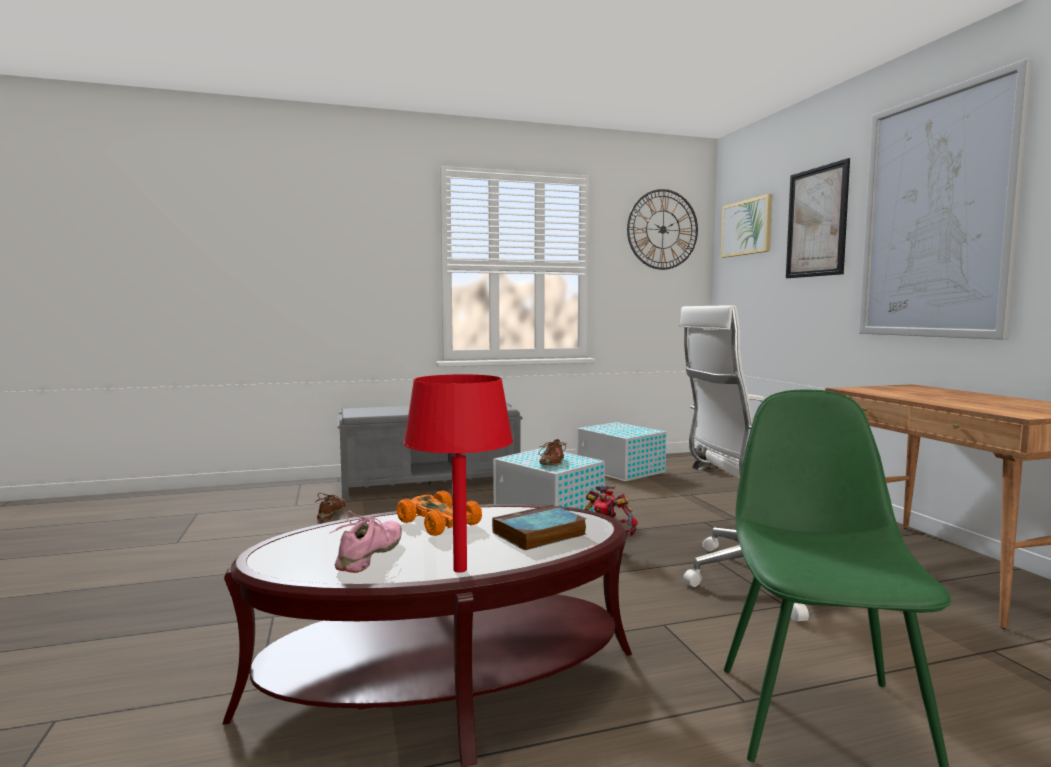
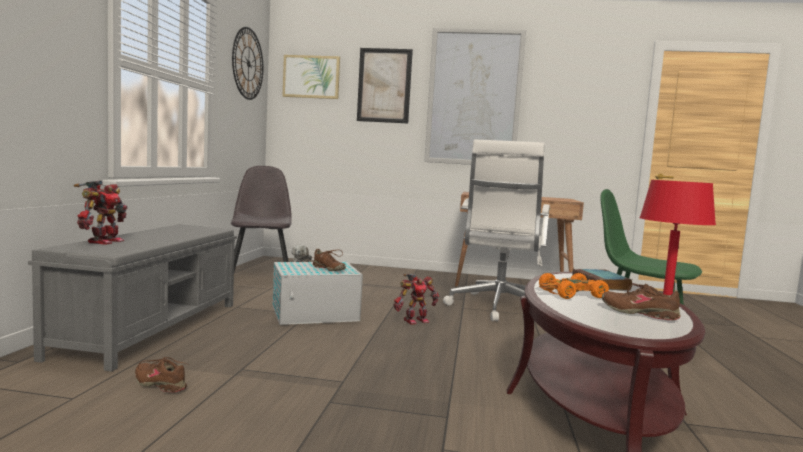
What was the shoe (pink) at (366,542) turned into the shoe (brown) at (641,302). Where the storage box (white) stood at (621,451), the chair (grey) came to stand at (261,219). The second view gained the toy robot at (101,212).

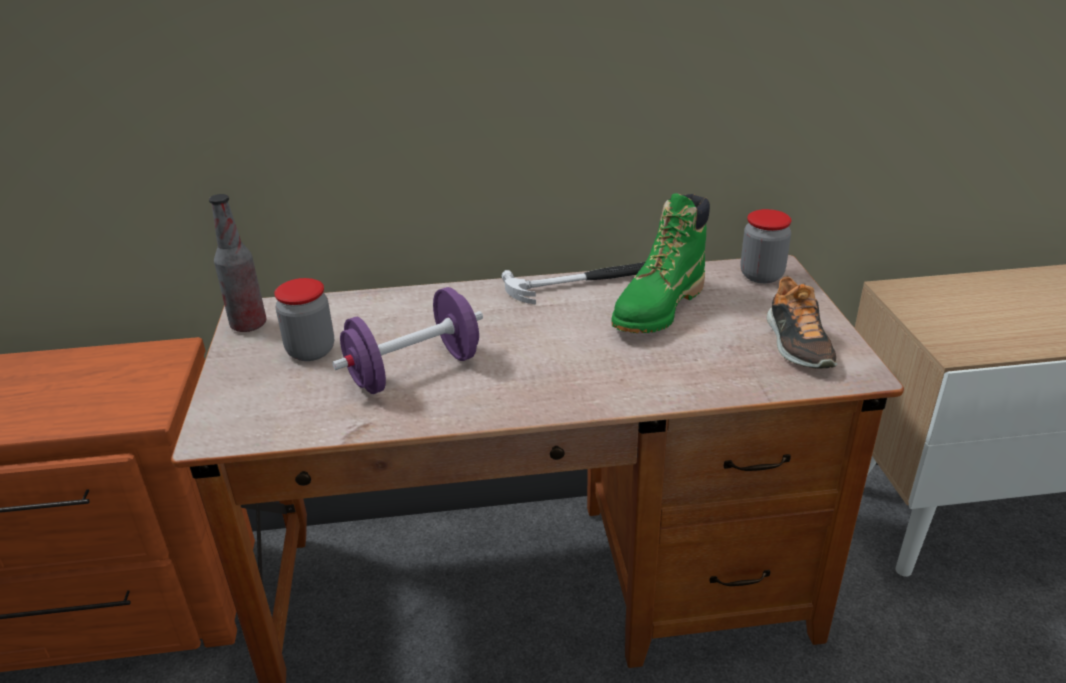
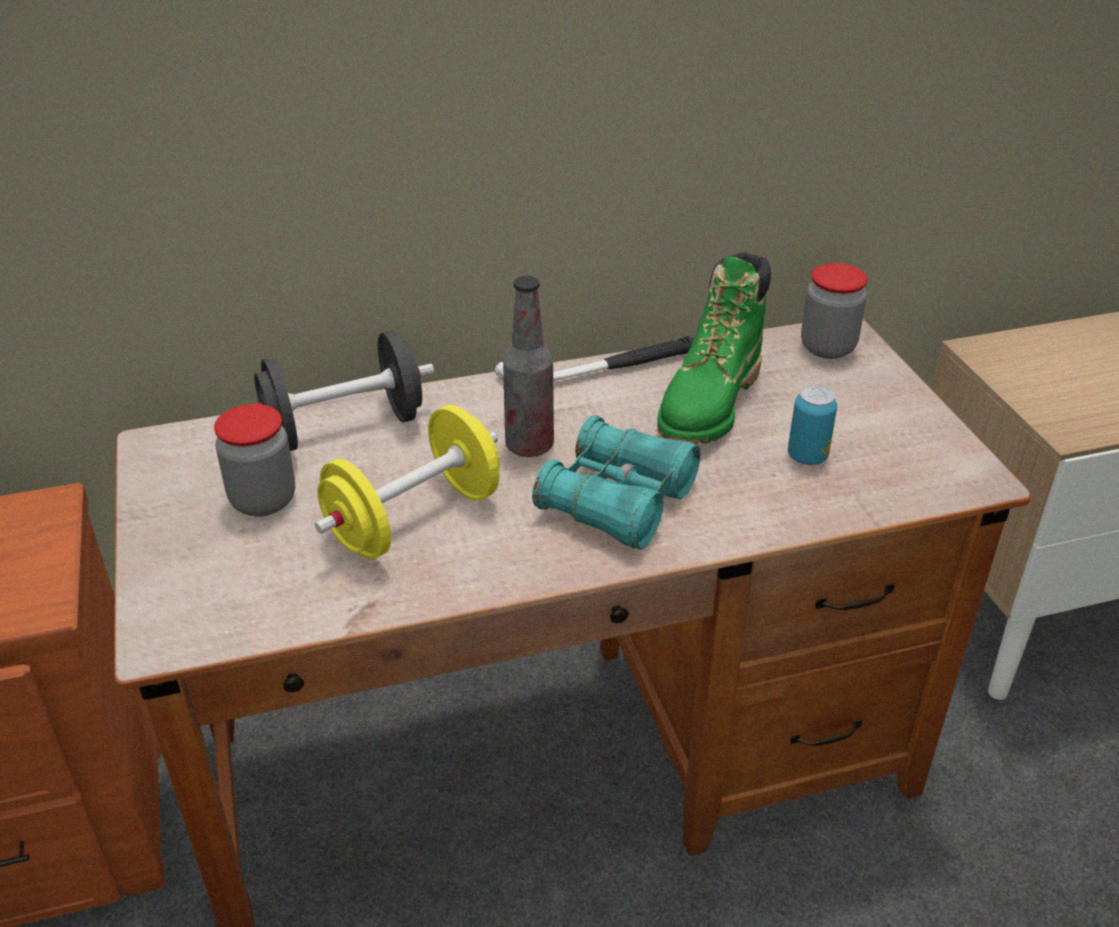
The bottle ended up elsewhere, having gone from (237,263) to (528,366). What was the dumbbell (purple) at (407,340) turned into the dumbbell (yellow) at (407,482). The second view lost the shoe at (802,322). The second view gained the dumbbell (black) at (344,391). The second view gained the binoculars (turquoise) at (616,482). The second view gained the can at (812,425).

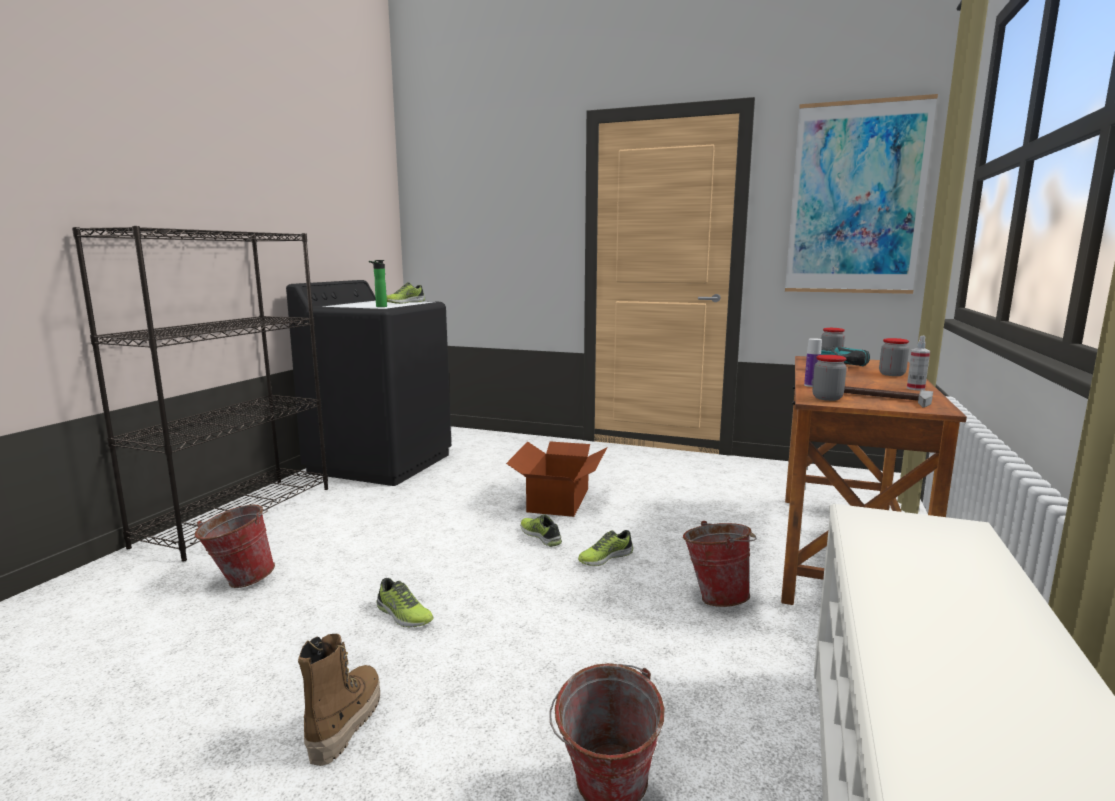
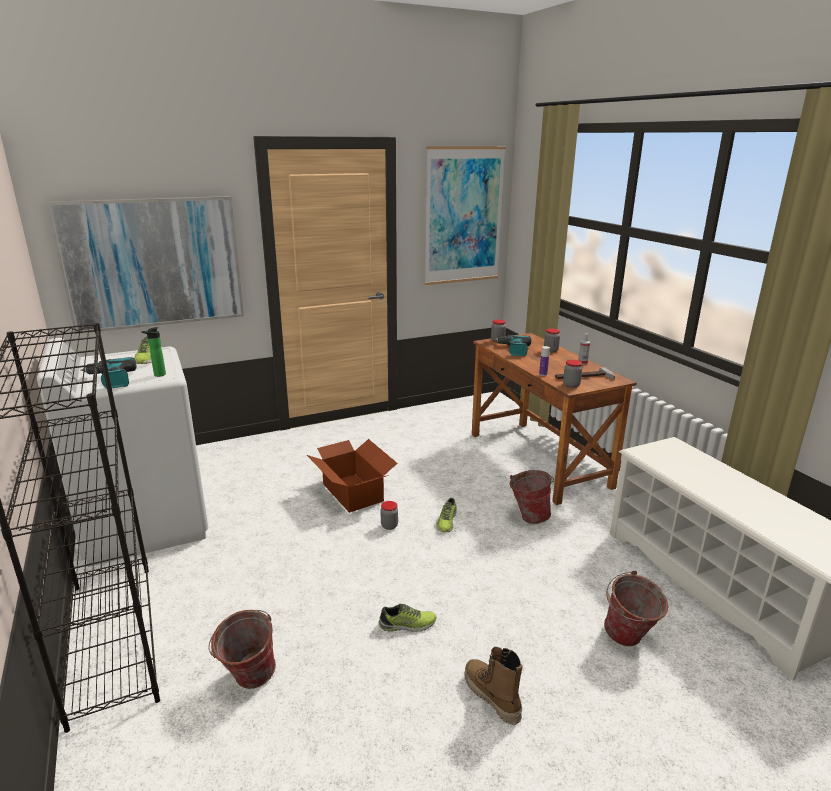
What was the washing machine (black) at (368,383) turned into the washing machine (white) at (122,452). Where the shoe stood at (541,530), the jar came to stand at (389,515). The second view gained the picture at (145,265). The second view gained the power drill at (108,373).

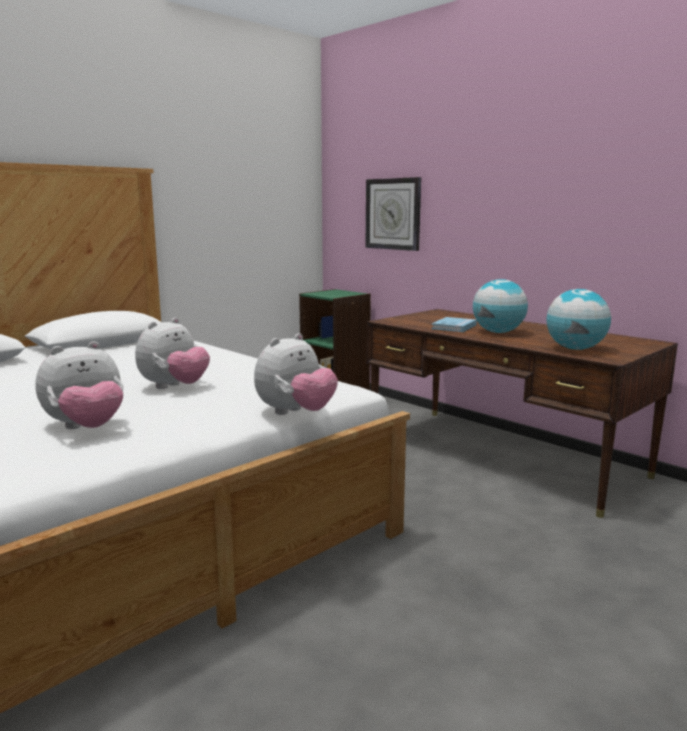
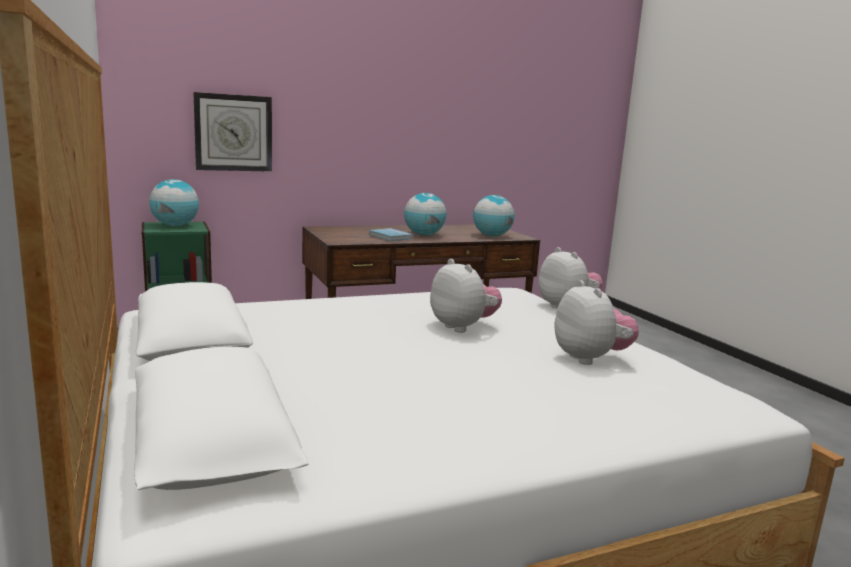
The second view gained the globe at (174,202).

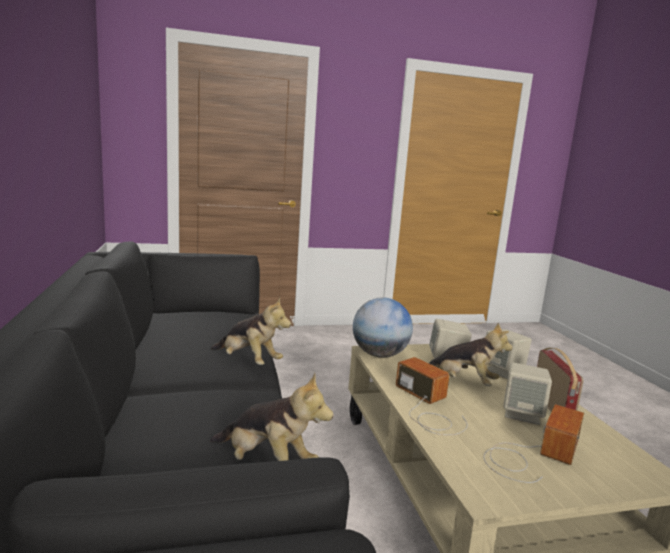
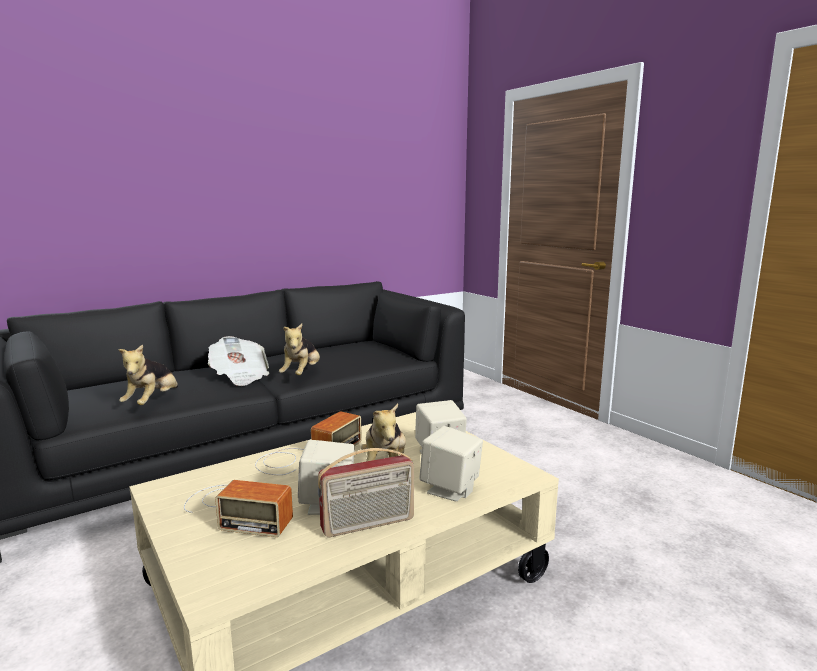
The second view lost the globe at (383,327). The second view gained the newspaper at (239,361).

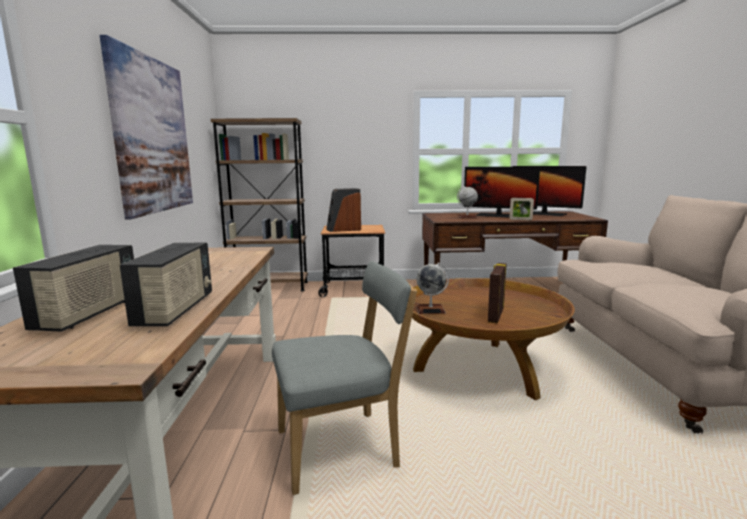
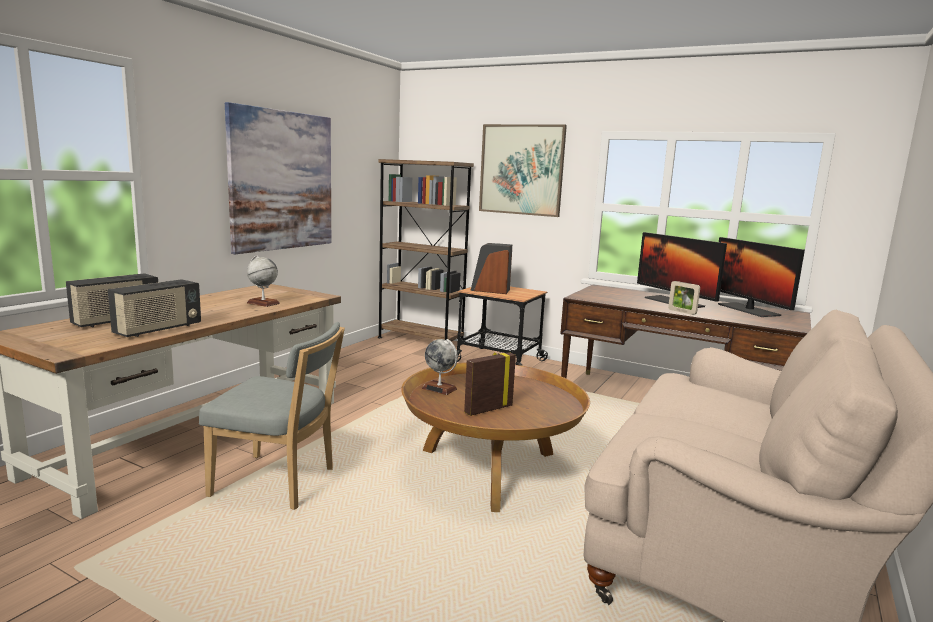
The globe ended up elsewhere, having gone from (467,202) to (263,281). The second view gained the picture at (523,170).

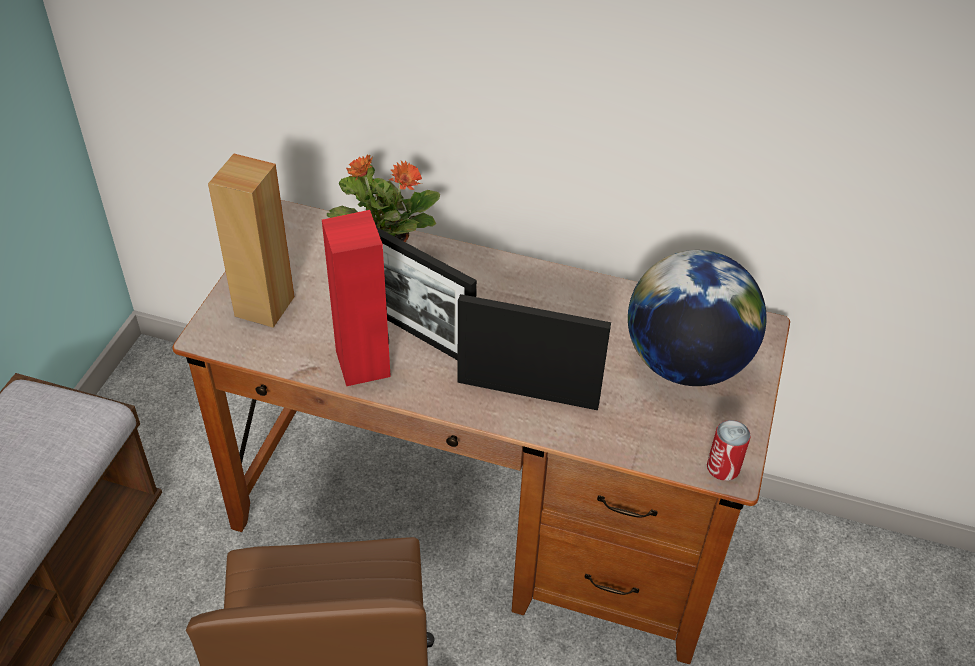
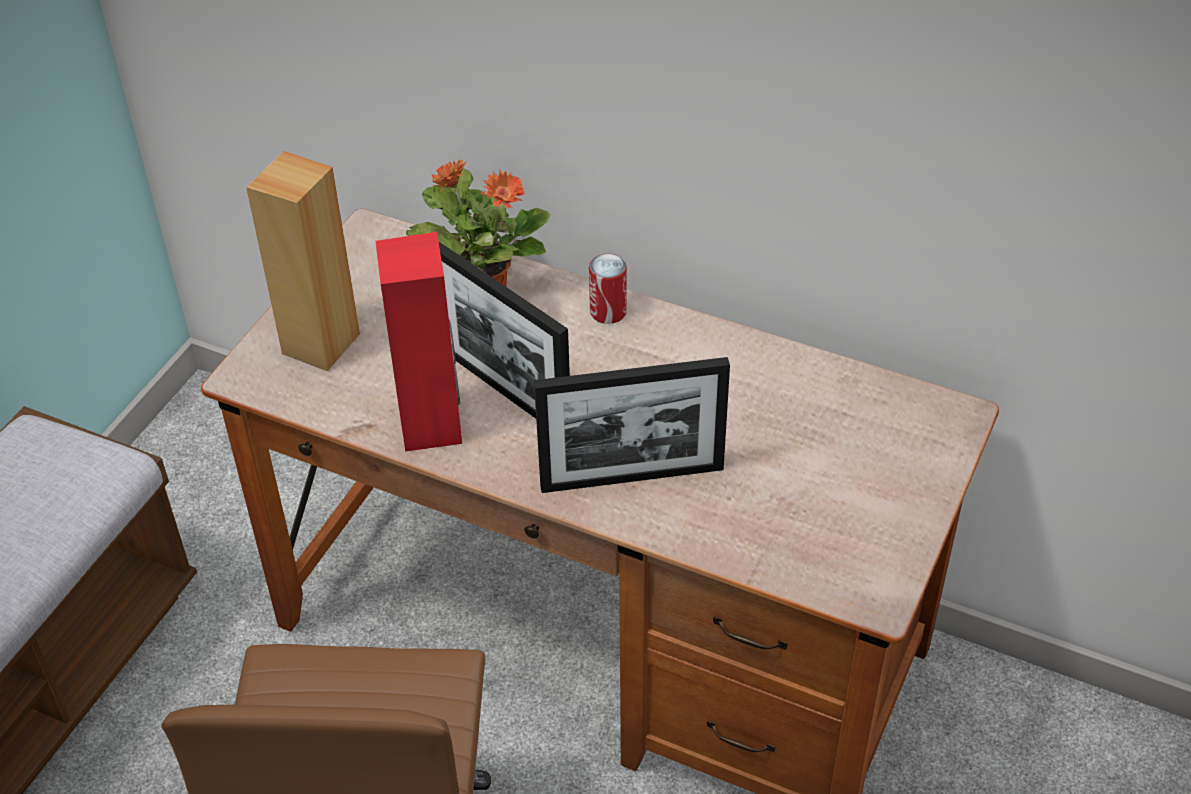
The picture frame at (534,352) ended up facing another way, 150 degrees clockwise from before. The second view lost the globe at (697,318). The can ended up elsewhere, having gone from (729,450) to (608,288).

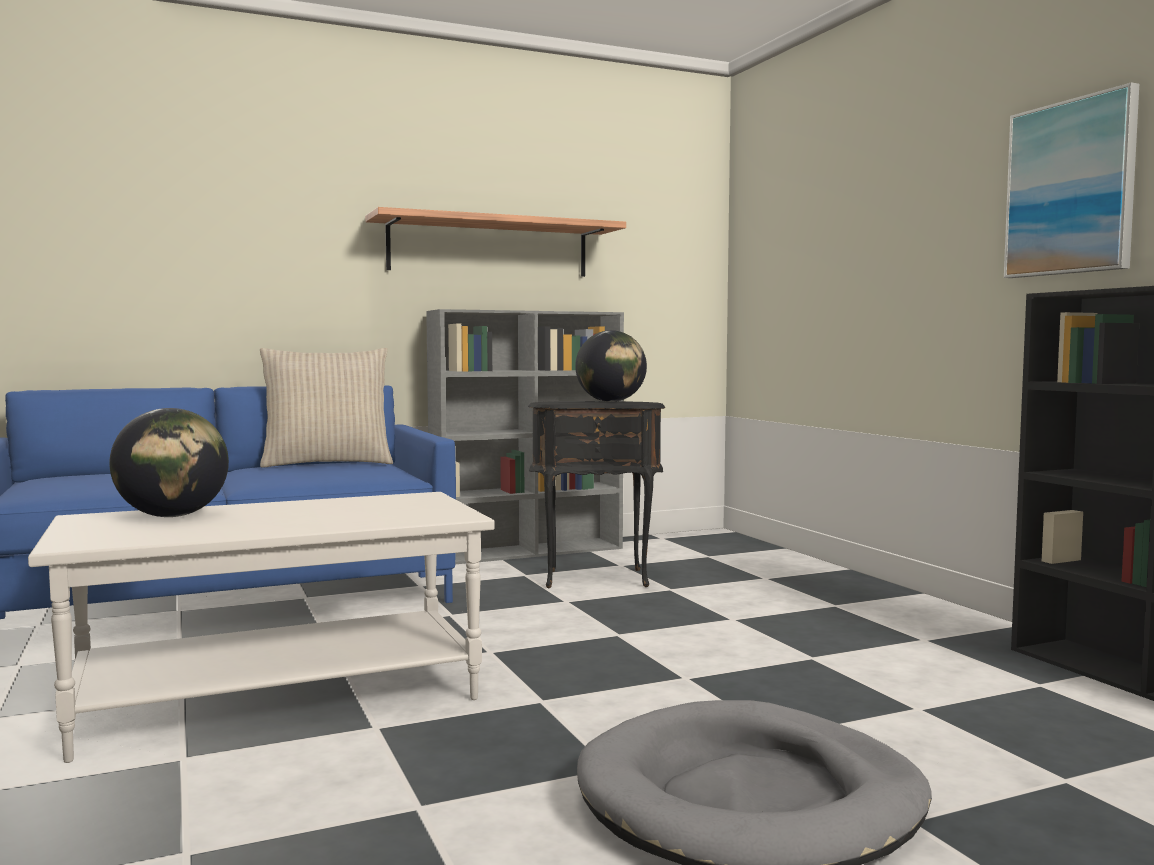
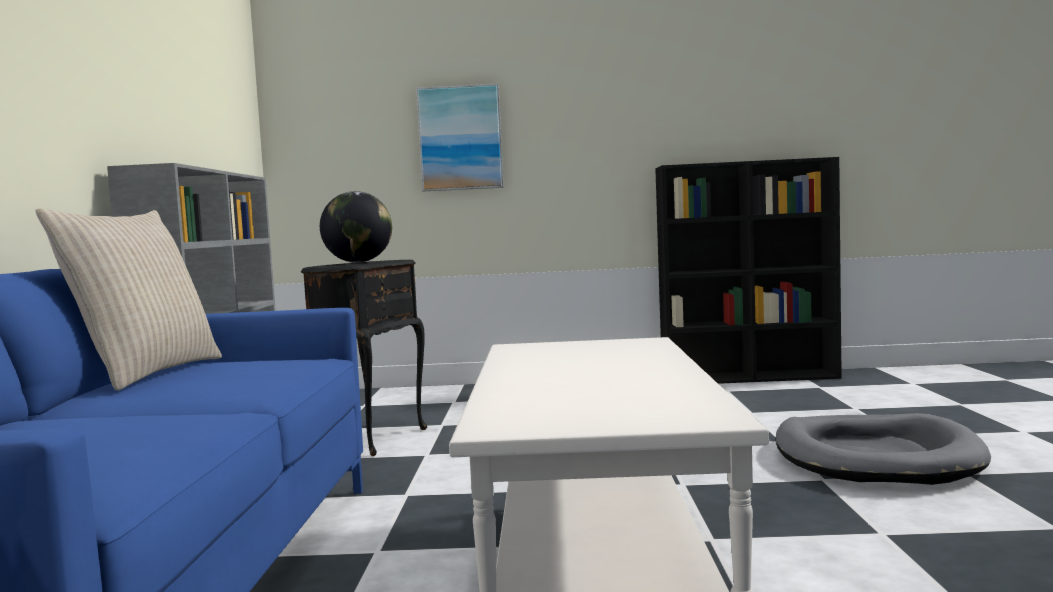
The second view lost the globe at (169,462). The second view lost the shelf at (495,242). The picture ended up elsewhere, having gone from (1071,180) to (460,137).

